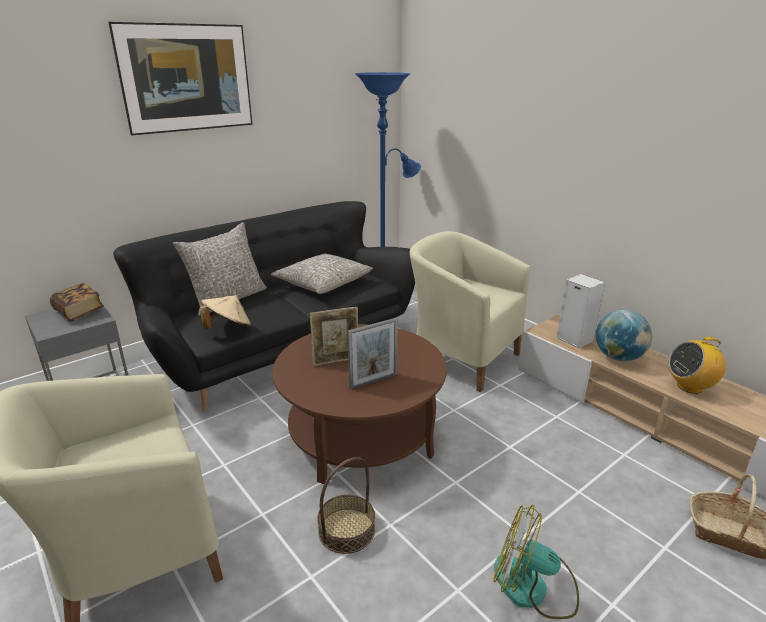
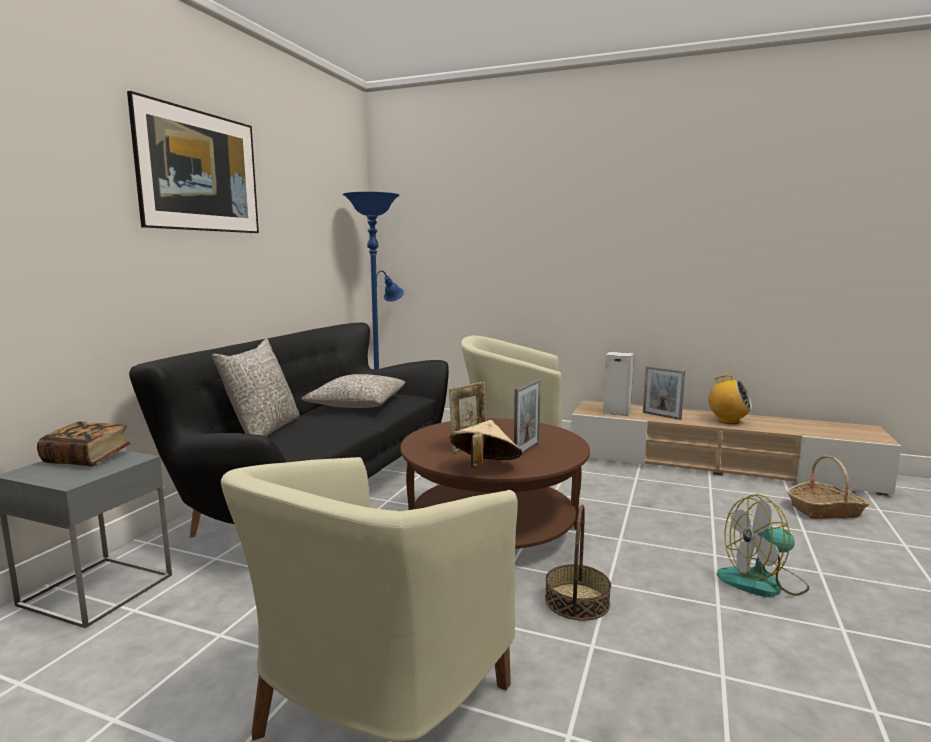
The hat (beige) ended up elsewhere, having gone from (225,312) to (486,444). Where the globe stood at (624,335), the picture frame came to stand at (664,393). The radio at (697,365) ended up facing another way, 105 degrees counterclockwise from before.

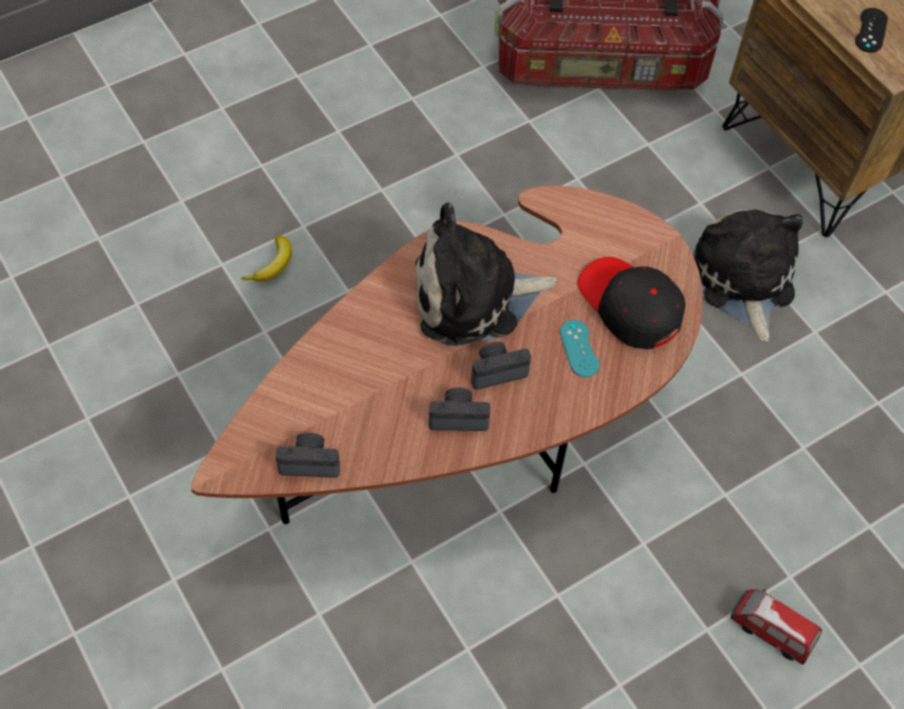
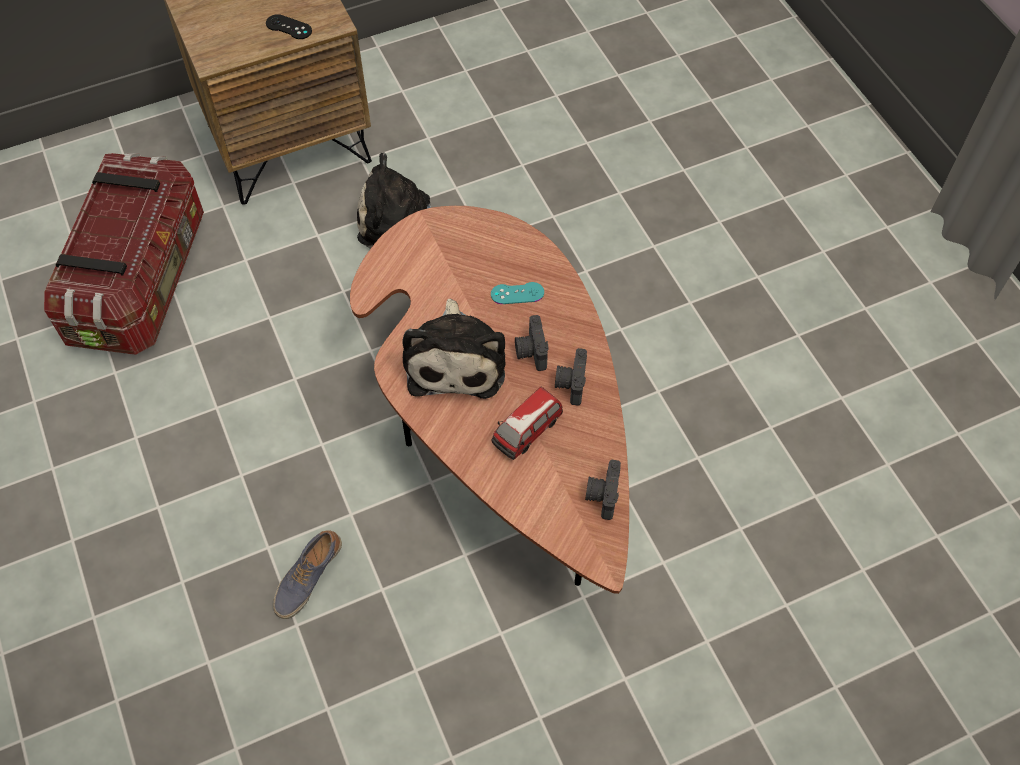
Where the banana stood at (266,259), the shoe came to stand at (307,575). The second view lost the cap (black) at (631,303). The toy car ended up elsewhere, having gone from (776,626) to (527,423).

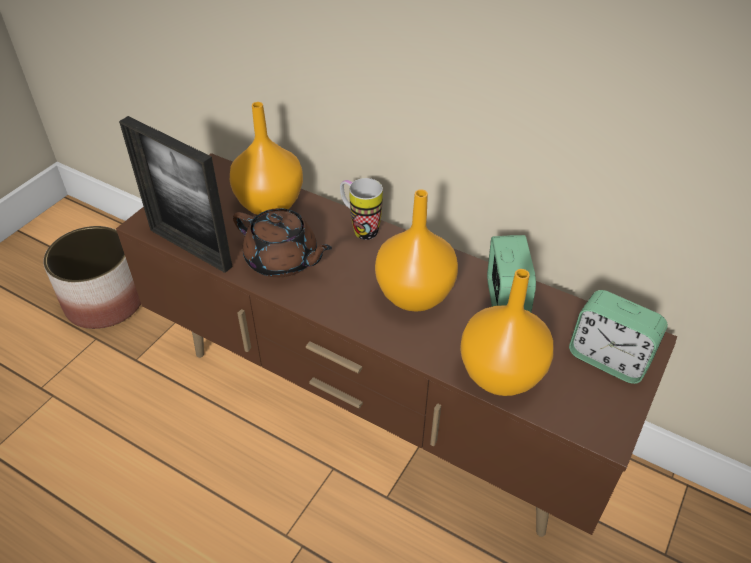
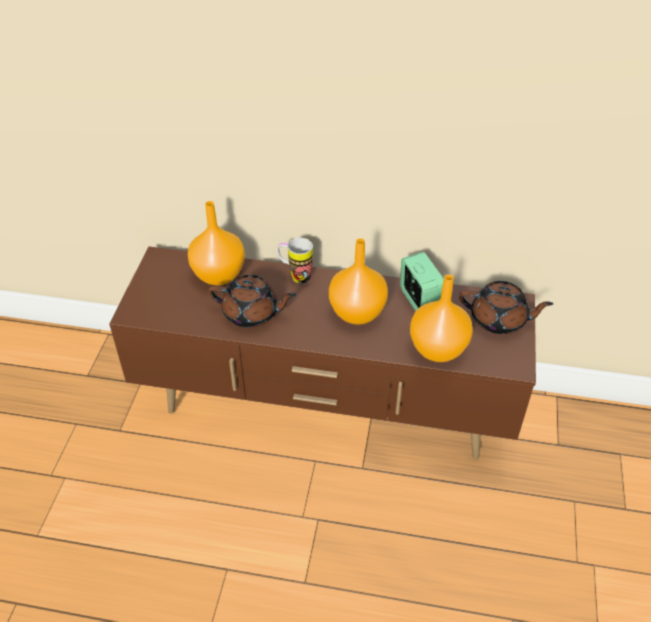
The second view lost the planter at (92,277). The second view lost the picture frame at (176,194). Where the alarm clock stood at (618,337), the teapot (brown) came to stand at (506,307).

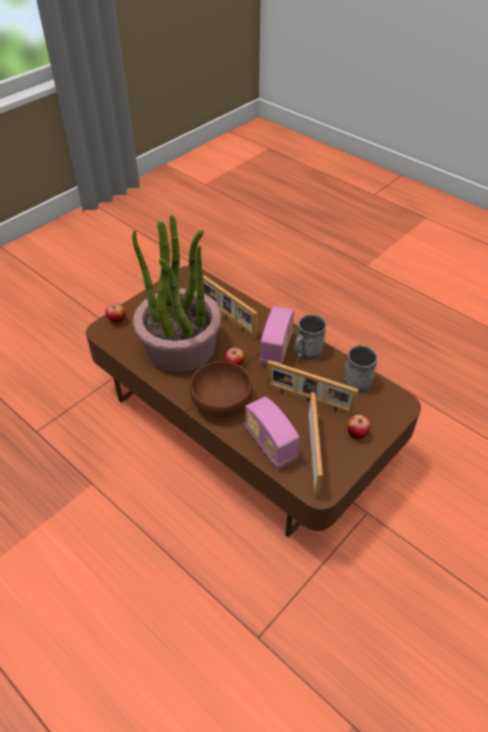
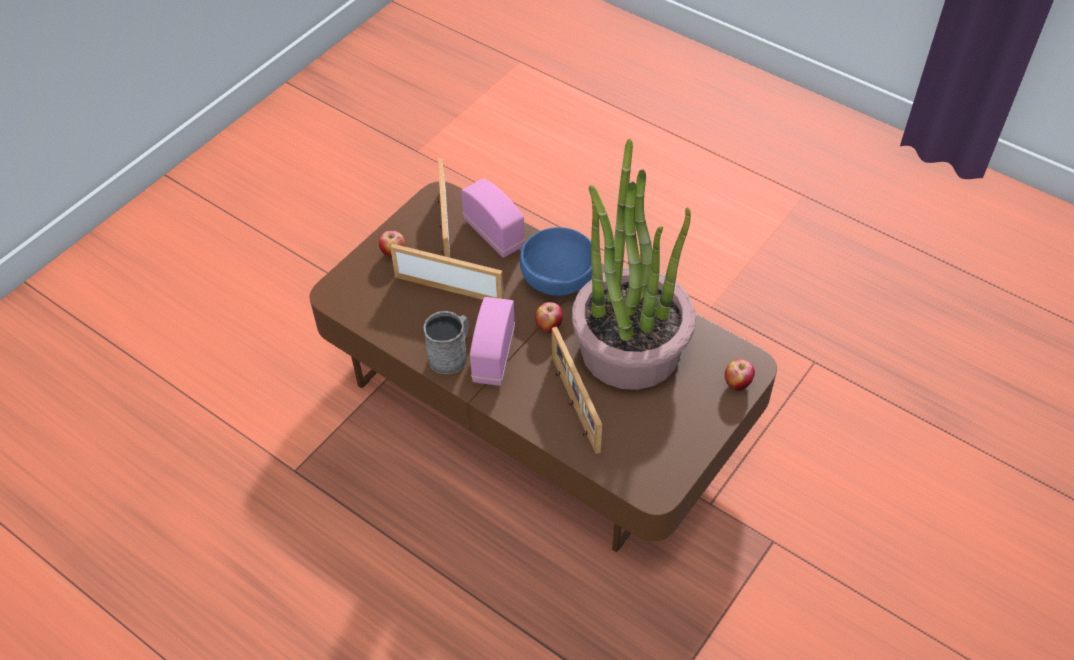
What was the bowl (brown) at (221,389) turned into the bowl (blue) at (556,261). The picture frame at (230,307) ended up facing another way, 150 degrees counterclockwise from before. The second view lost the mug (grey) at (360,369).

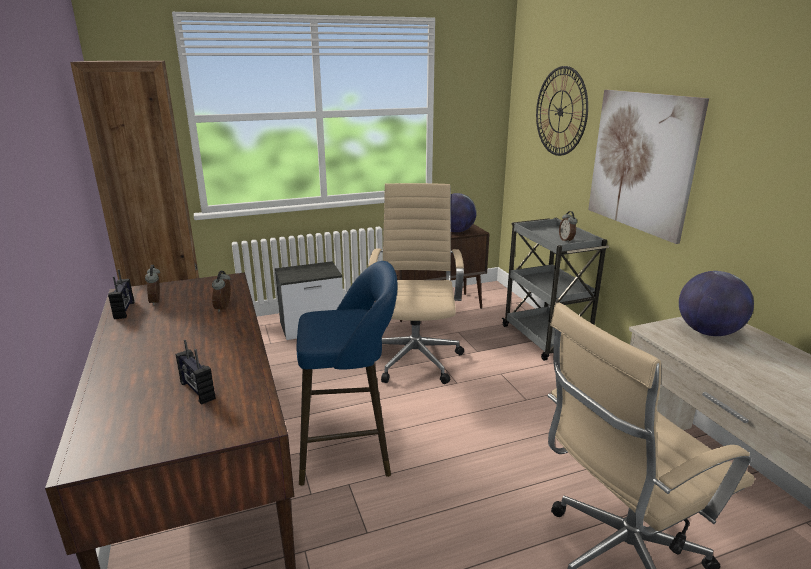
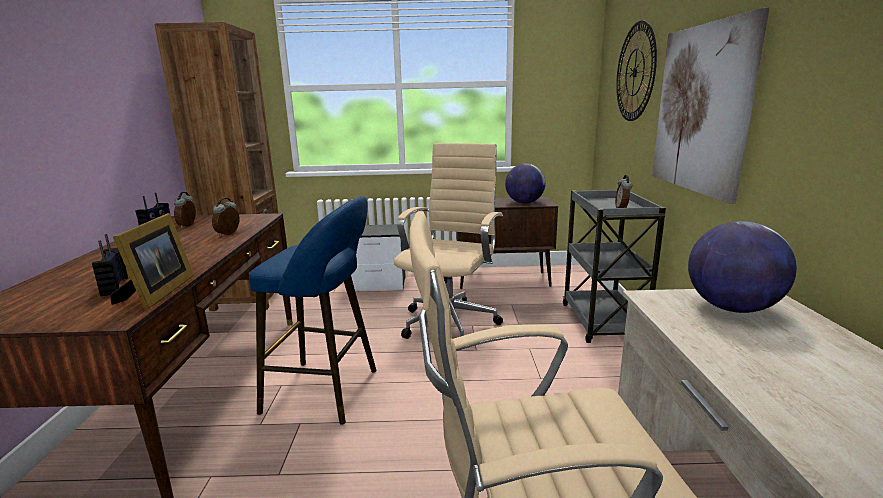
The second view gained the picture frame at (152,261).

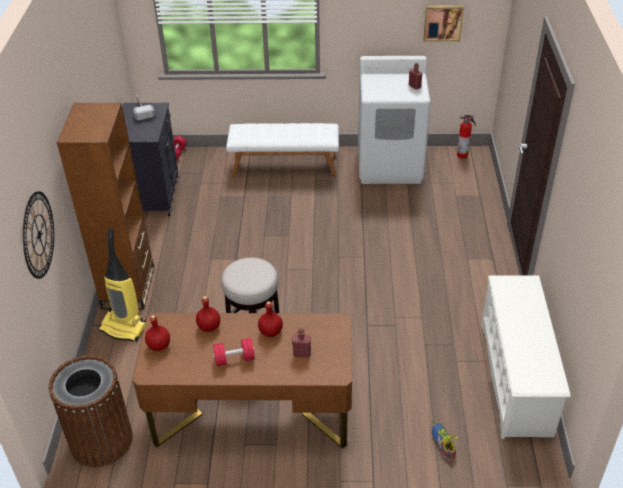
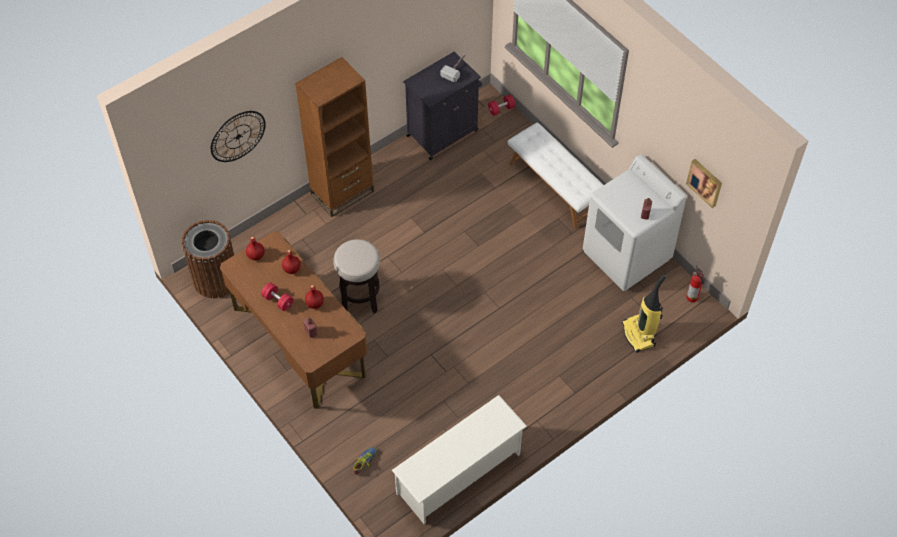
The vacuum cleaner ended up elsewhere, having gone from (122,285) to (644,313).

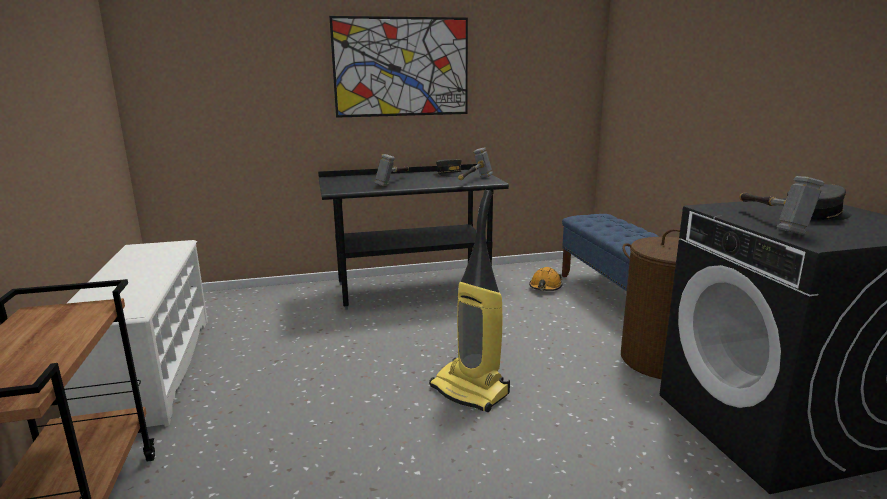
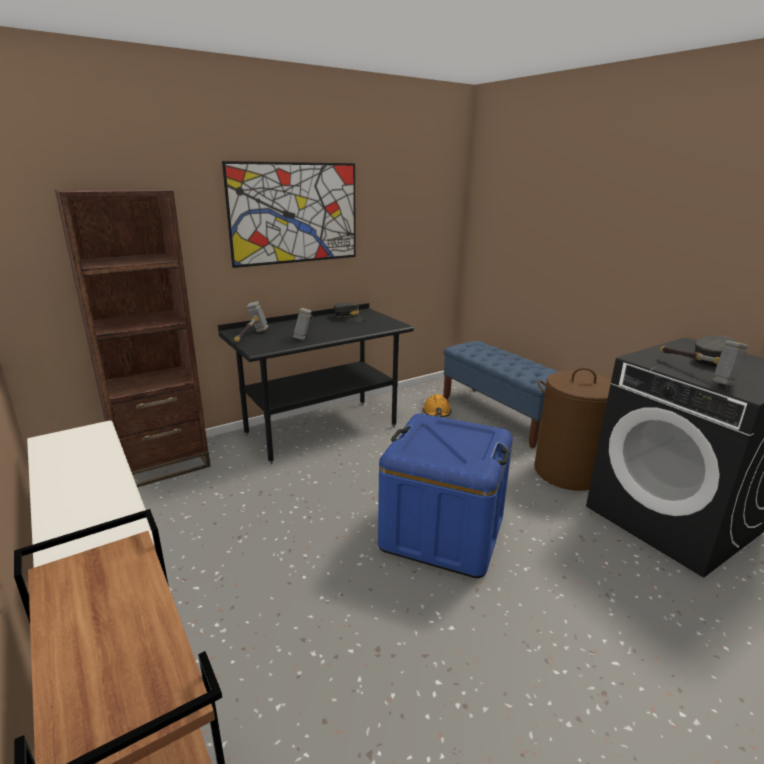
Where the vacuum cleaner stood at (469,301), the storage box (blue) came to stand at (445,495). The hammer ended up elsewhere, having gone from (475,163) to (251,321). The second view gained the bookcase (brown) at (132,337).

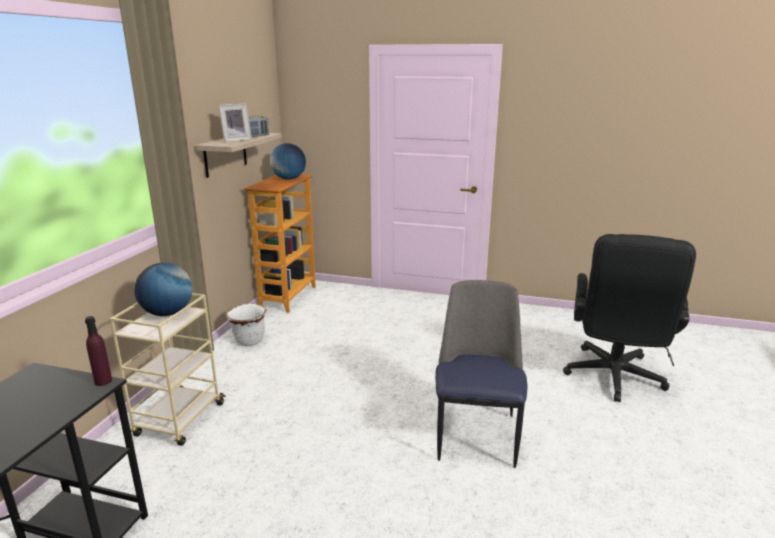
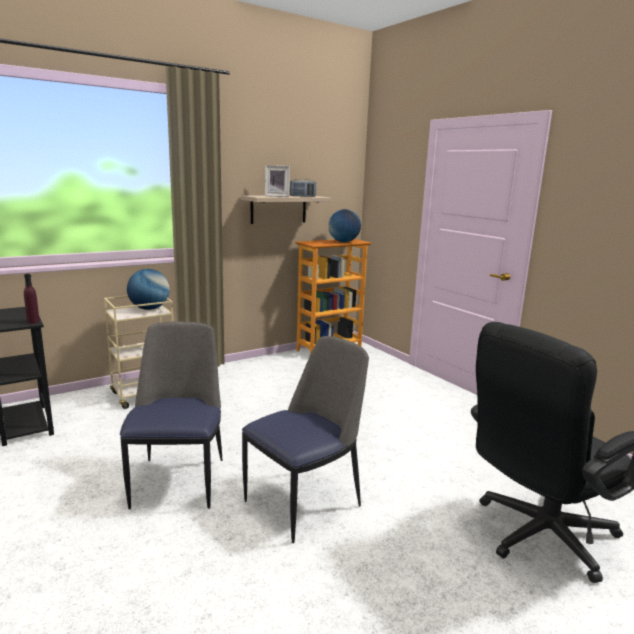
The second view lost the planter (white) at (246,325). The second view gained the chair at (171,415).

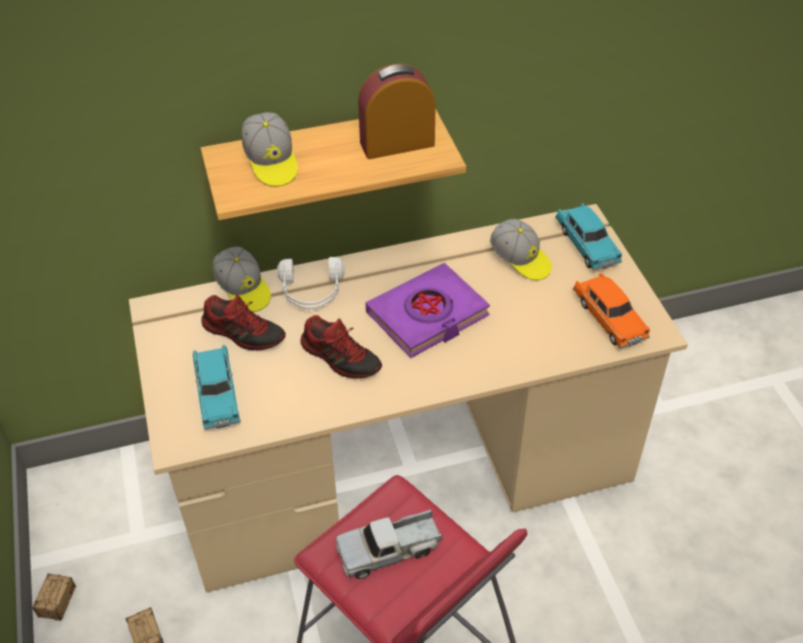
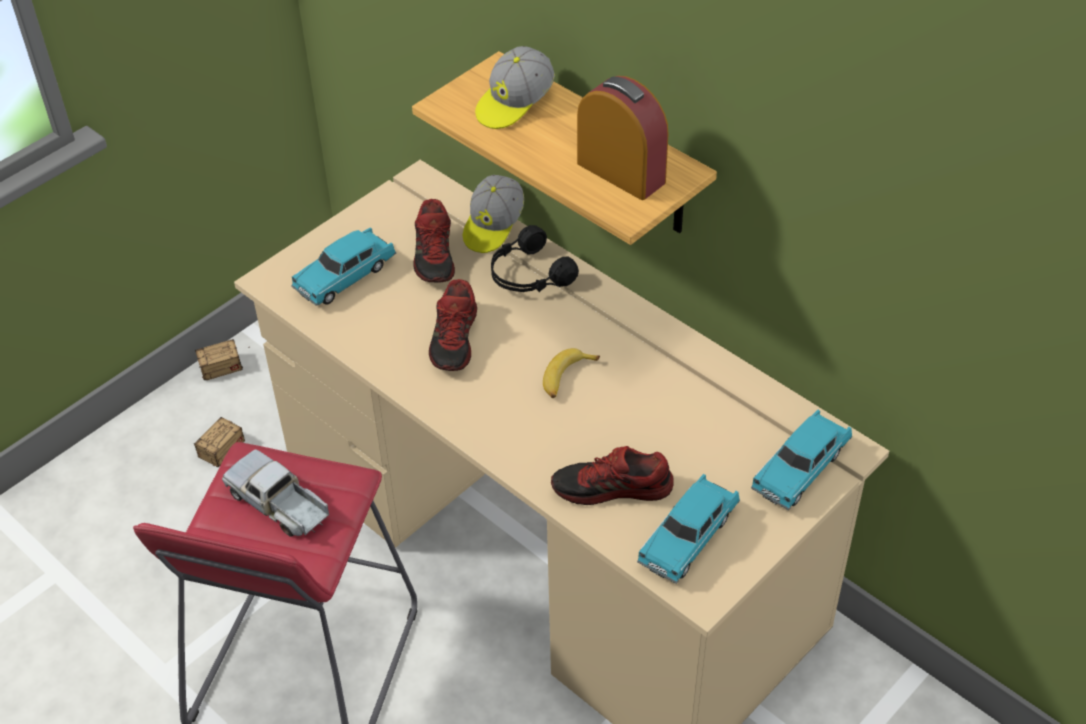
What was the headphones (white) at (310,283) turned into the headphones (black) at (535,258). Where the book (purple) stood at (427,310), the banana came to stand at (571,373). The second view lost the cap at (521,249). What was the toy car (orange) at (611,310) turned into the toy car (turquoise) at (688,529). The second view gained the shoe at (612,475).

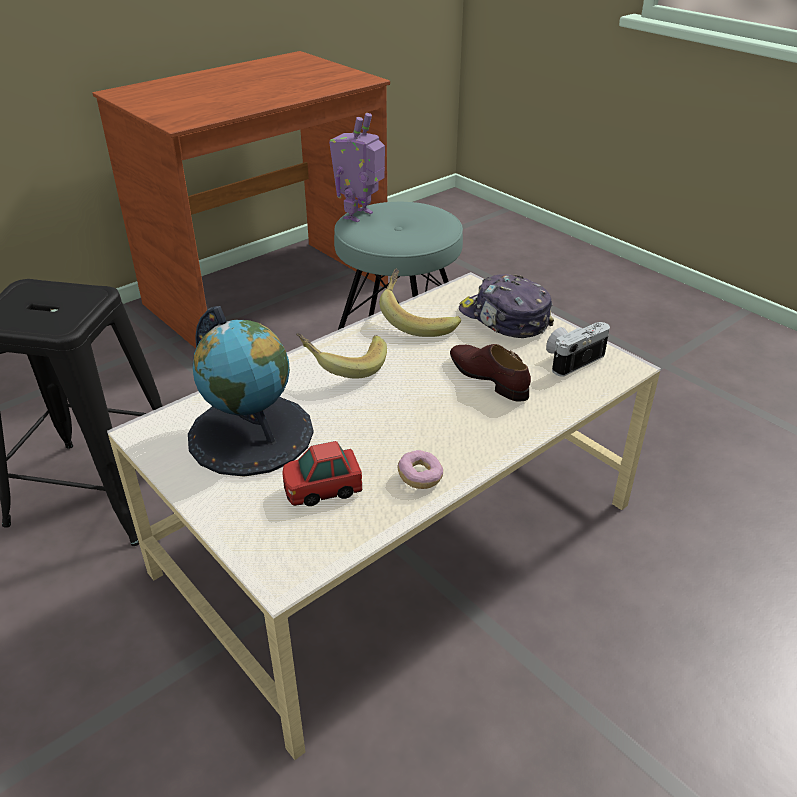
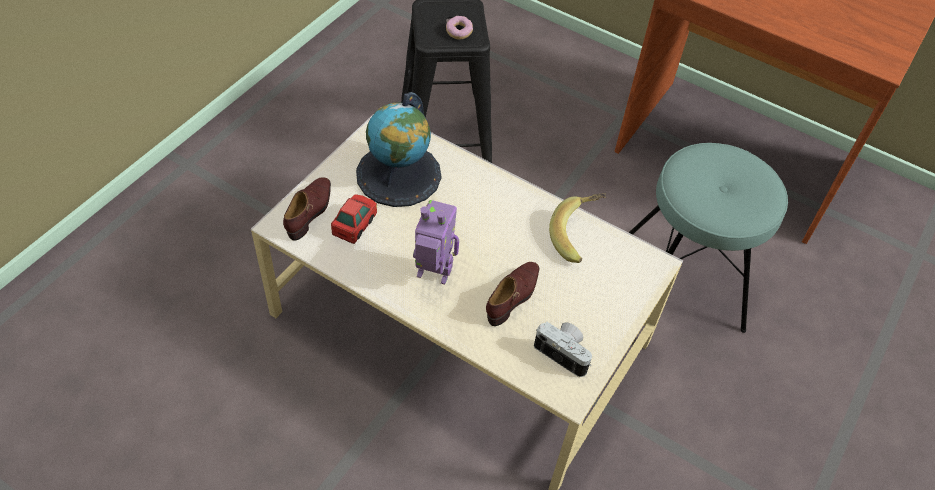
The toy car at (322,473) ended up facing another way, 60 degrees clockwise from before. The second view lost the banana at (341,356). The toy robot ended up elsewhere, having gone from (357,167) to (436,242). The donut ended up elsewhere, having gone from (420,469) to (459,28). The second view lost the cap at (506,306). The second view gained the shoe (brown) at (307,209).

